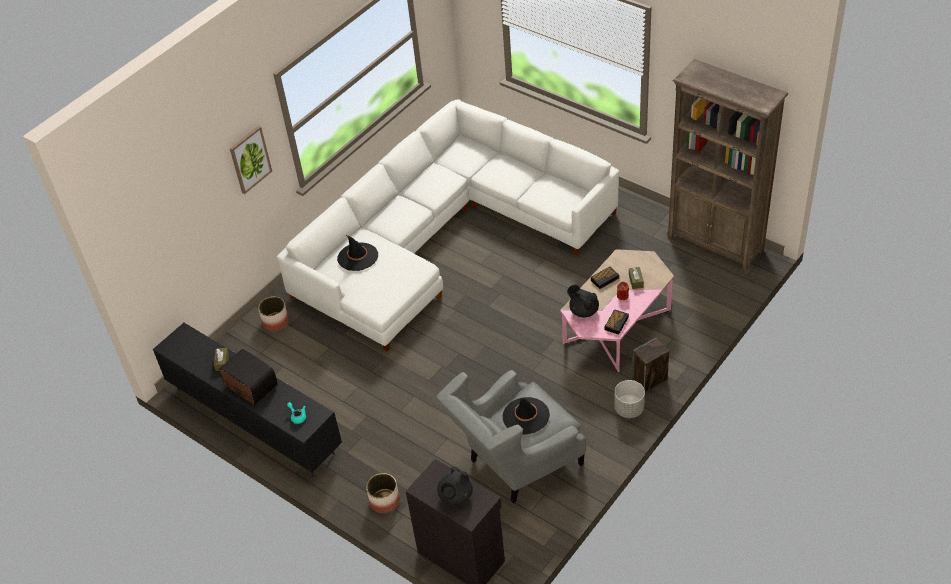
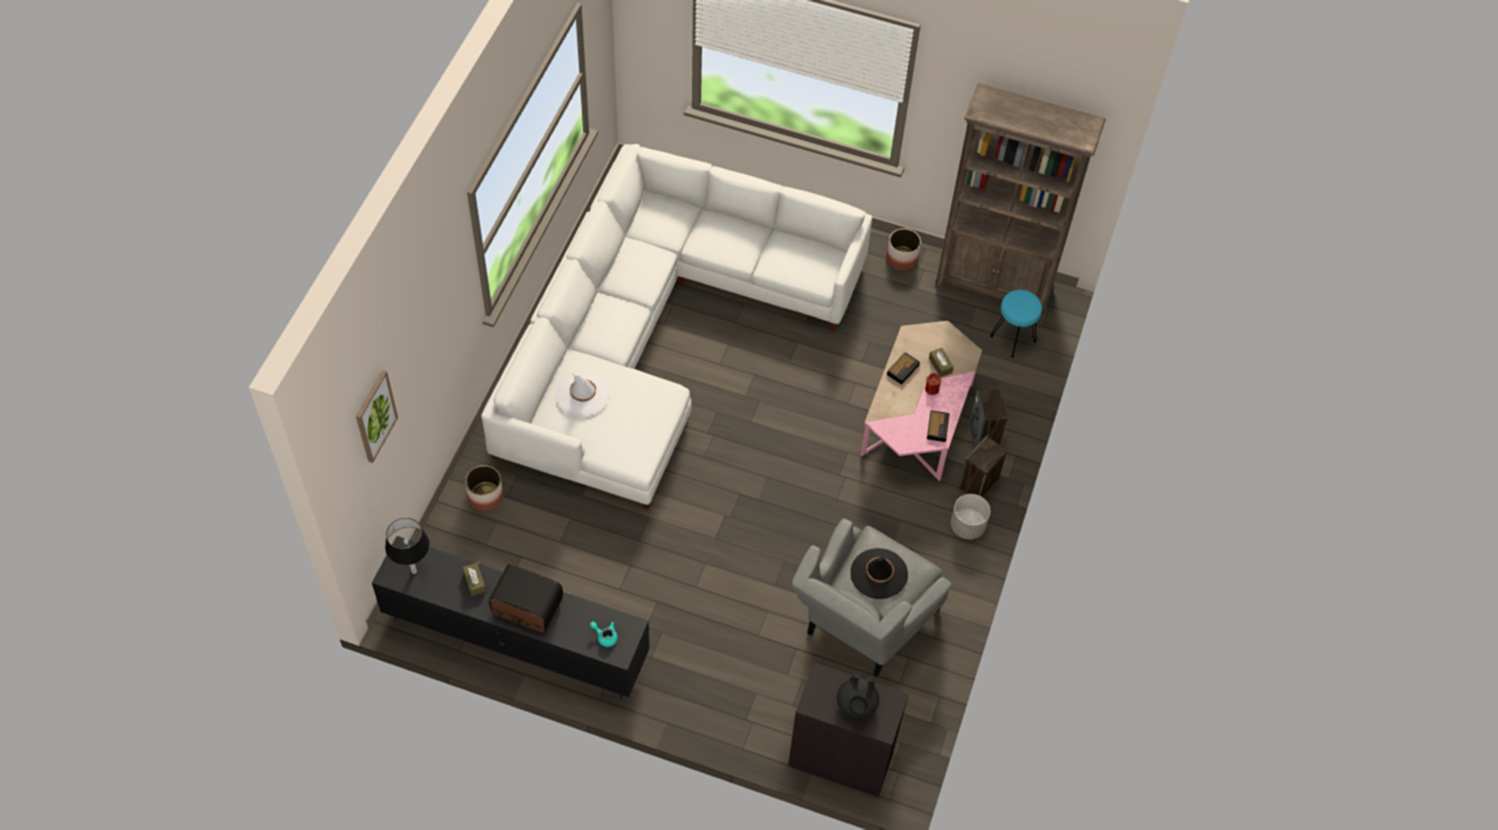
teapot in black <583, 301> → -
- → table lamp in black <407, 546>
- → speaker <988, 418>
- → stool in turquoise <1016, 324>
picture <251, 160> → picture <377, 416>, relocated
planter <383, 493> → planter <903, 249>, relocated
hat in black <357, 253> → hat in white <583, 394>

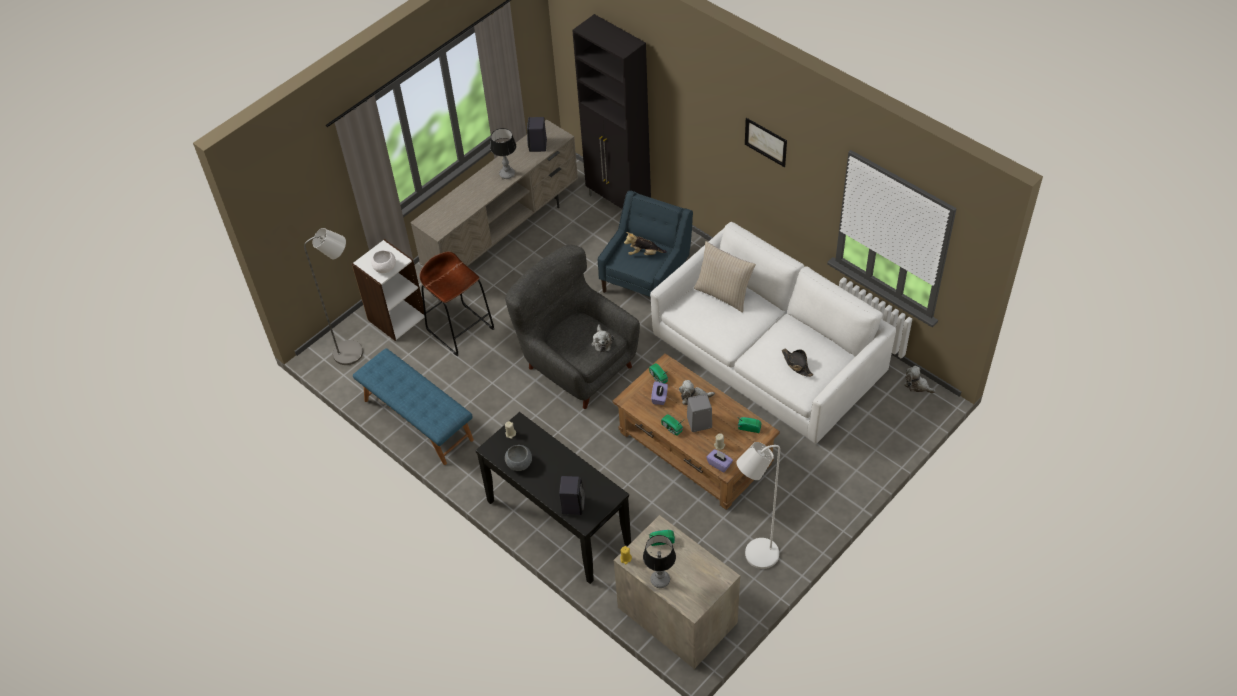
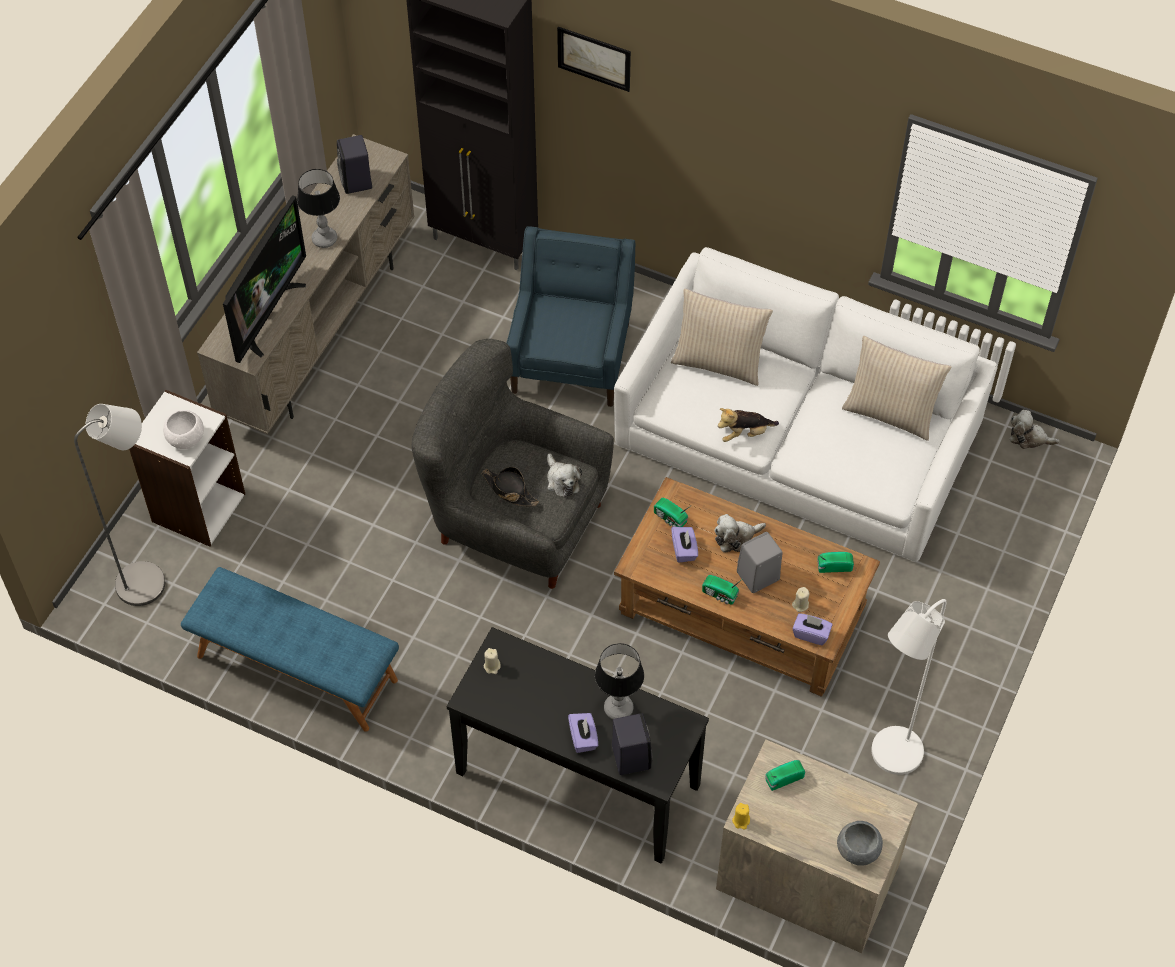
stool in brown <457, 304> → -
- → television <264, 279>
- → tissue box in purple <583, 733>
- → pillow in beige <896, 388>
bowl in grey <518, 458> → bowl in grey <860, 843>, relocated
plush toy <645, 243> → plush toy <748, 425>, relocated
table lamp <659, 561> → table lamp <619, 681>, relocated
picture <766, 142> → picture <594, 59>, relocated
hat in black <798, 362> → hat in black <510, 487>, relocated

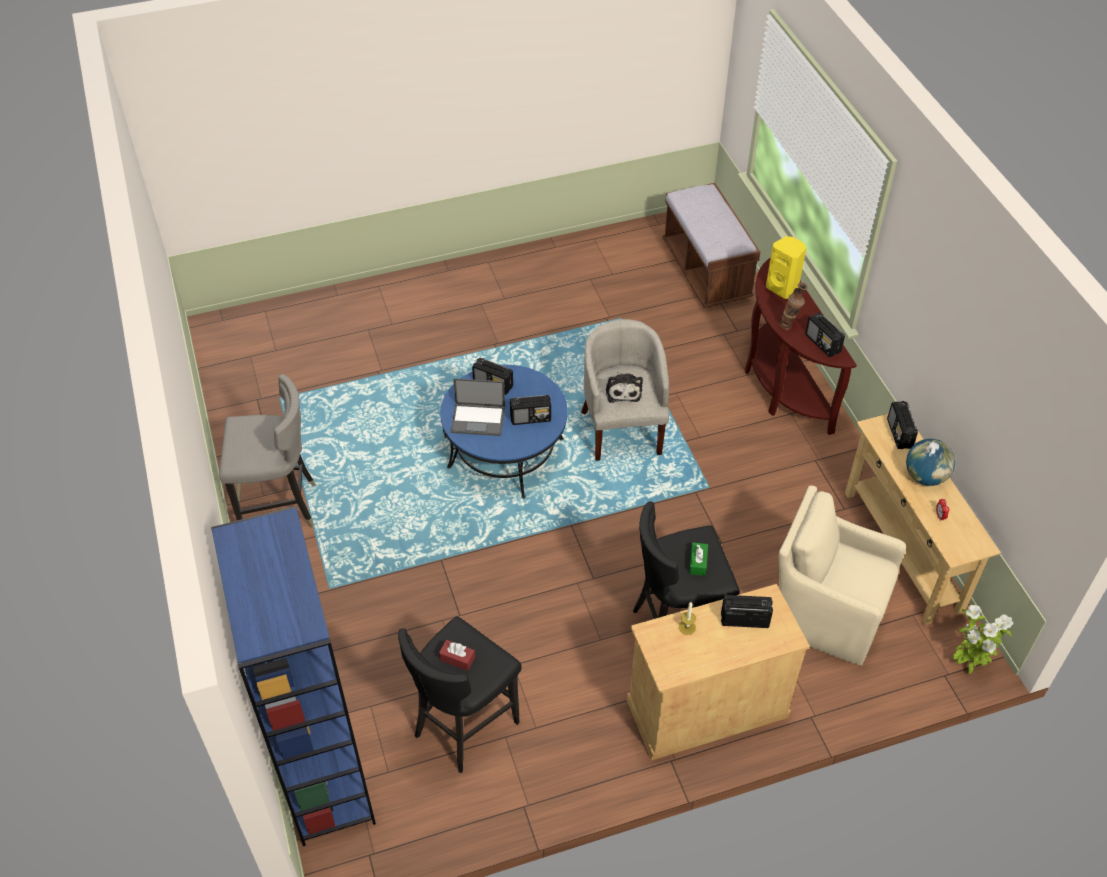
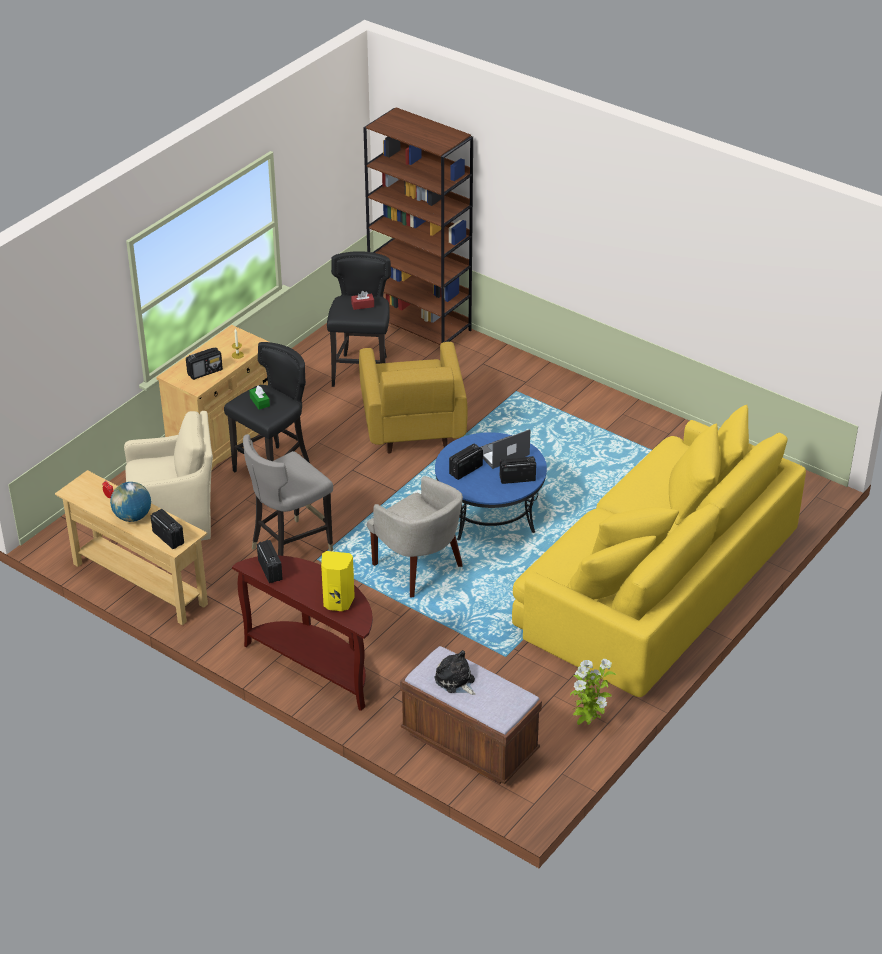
vase <793, 306> → -
- → armchair in yellow <413, 398>
- → sofa in yellow <659, 551>
stool in grey <267, 451> → stool in grey <288, 495>, relocated
plush toy <624, 387> → plush toy <455, 672>, relocated
potted plant <983, 639> → potted plant <593, 692>, relocated
bookcase in blue <293, 676> → bookcase in brown <418, 226>
radio <825, 335> → radio <270, 561>, 45 degrees clockwise

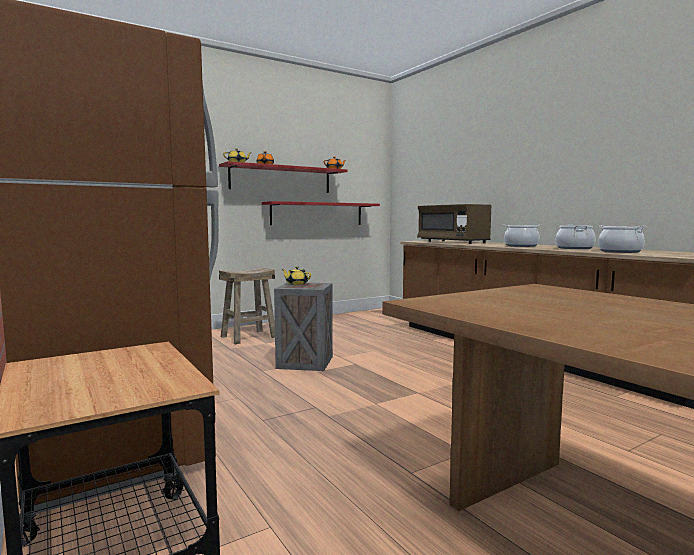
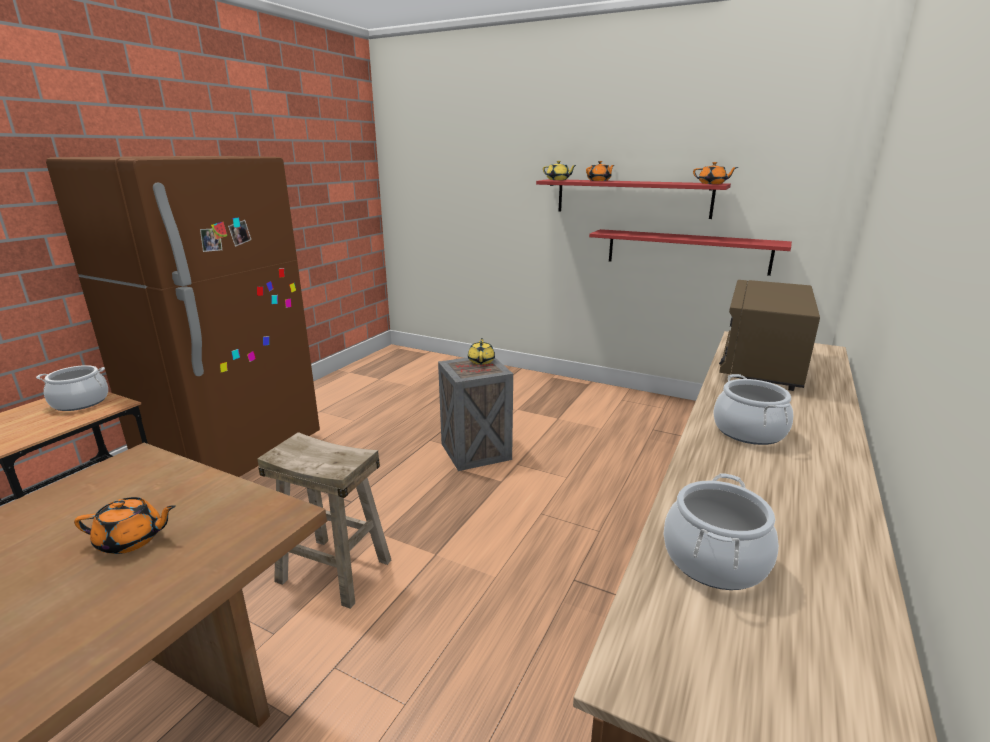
- → teapot in orange <125, 525>
stool in beige <247, 306> → stool in beige <324, 520>, relocated
cooking pot <576, 237> → cooking pot <72, 388>, relocated

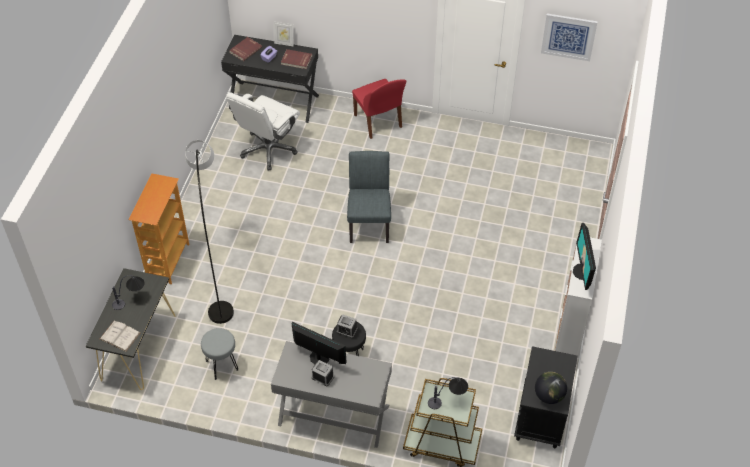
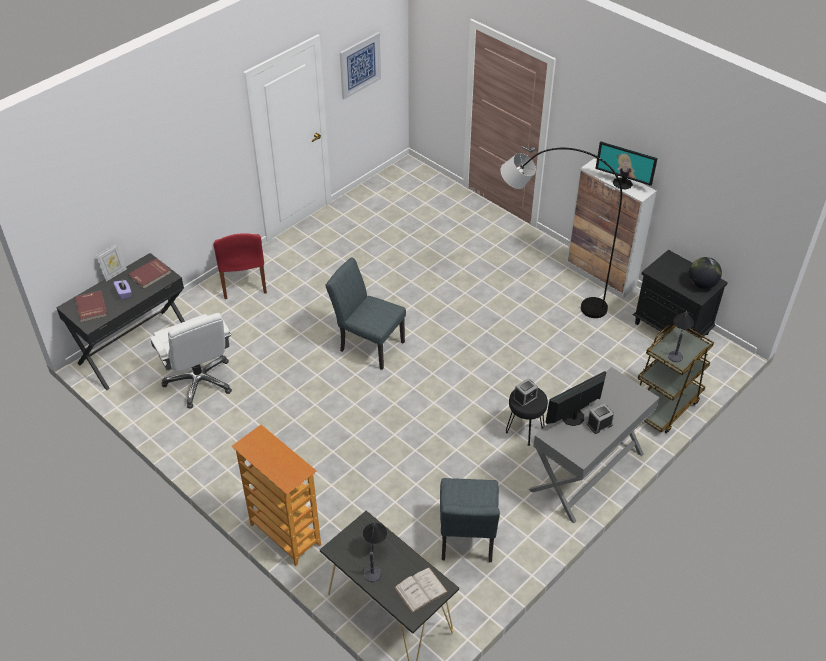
floor lamp in grey <209, 232> → floor lamp in grey <561, 233>, relocated
stool in grey <219, 354> → chair in grey <470, 520>
chair in red <379, 109> → chair in red <240, 266>, 75 degrees clockwise

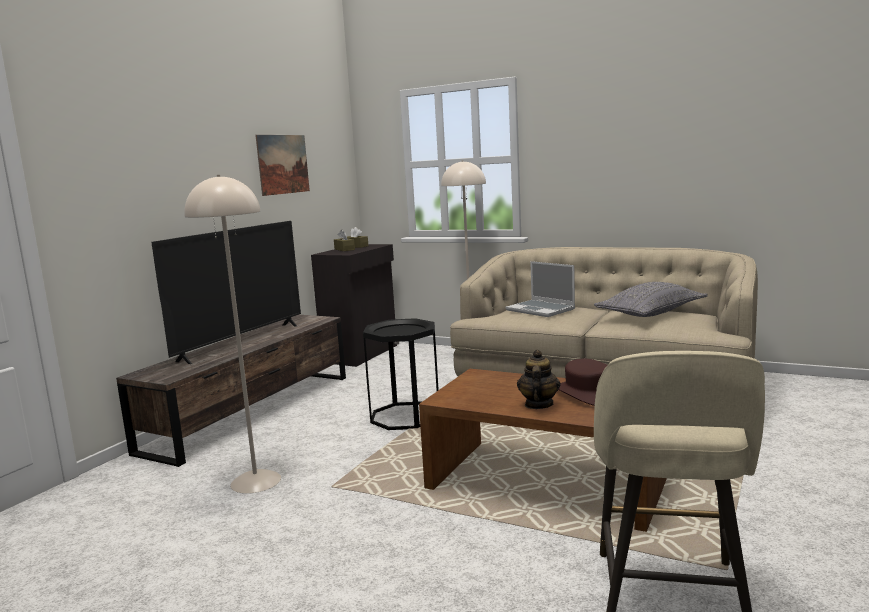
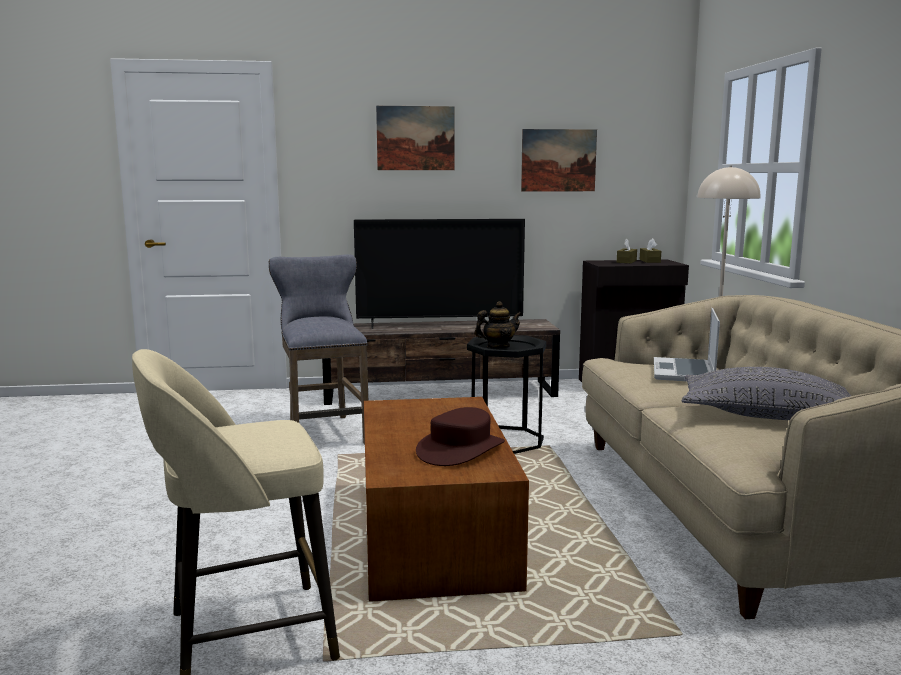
- → picture <415, 138>
teapot <539, 379> → teapot <498, 324>, relocated
floor lamp in beige <232, 334> → stool in grey <318, 349>

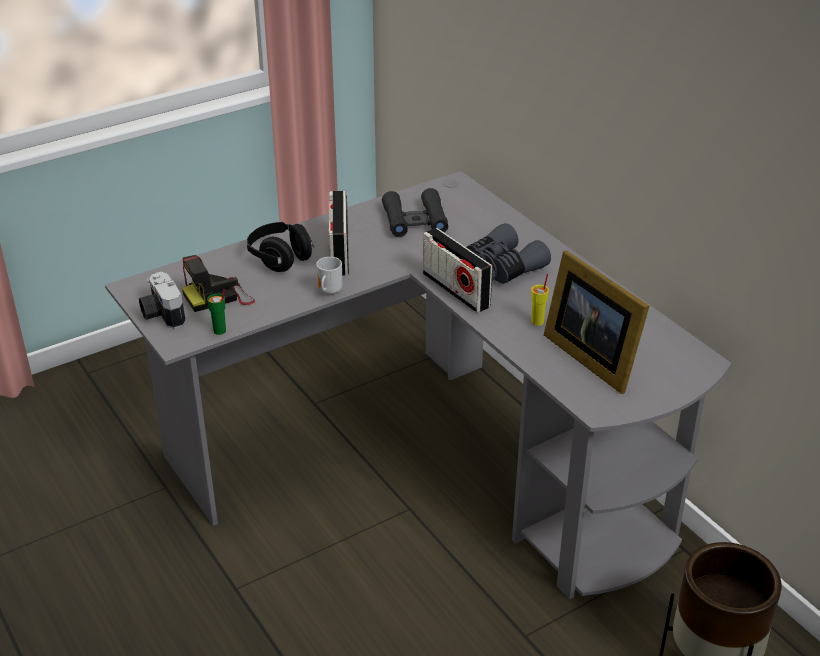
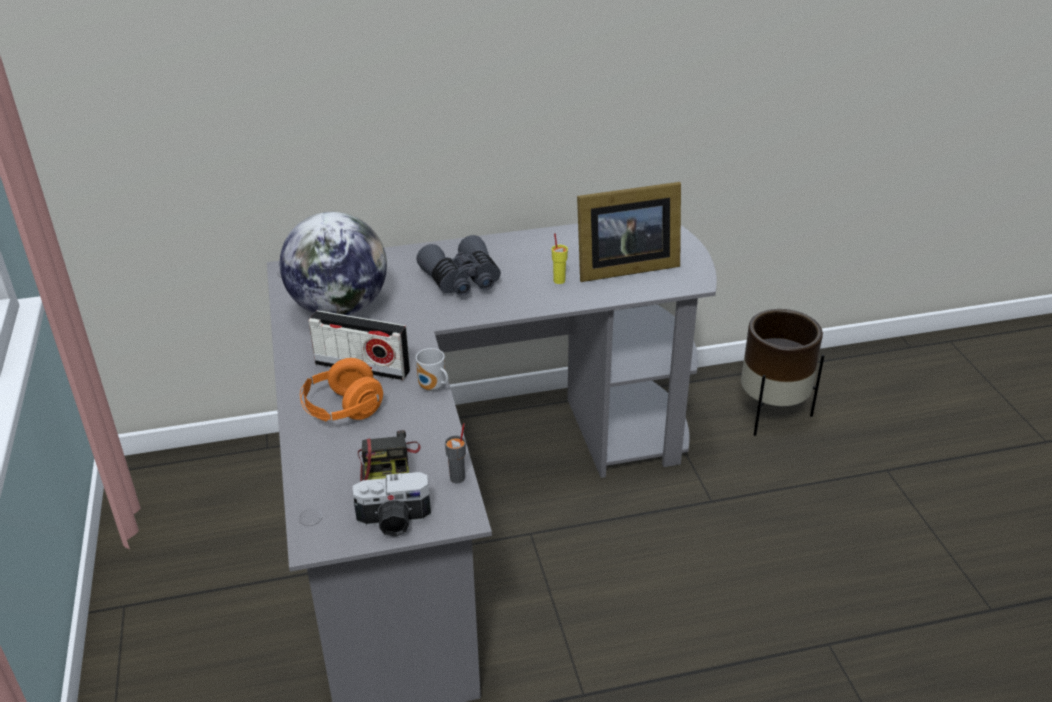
radio <457, 270> → -
binoculars in black <415, 212> → globe <333, 263>
cup in green <216, 312> → cup in grey <455, 453>
headphones in black <280, 247> → headphones in orange <341, 389>

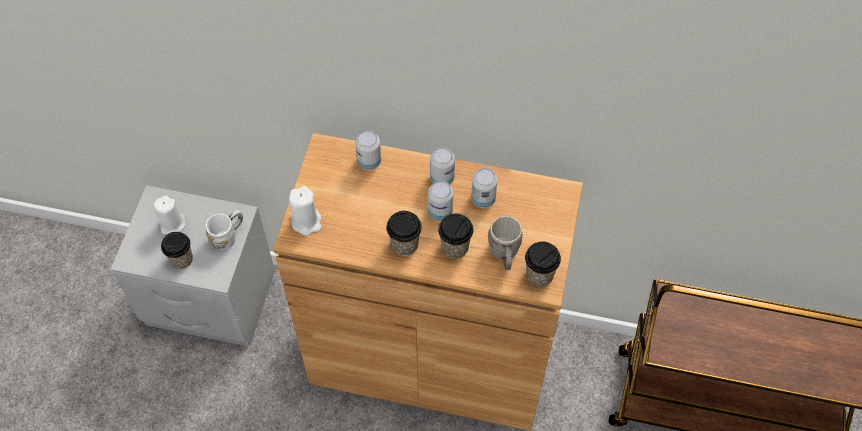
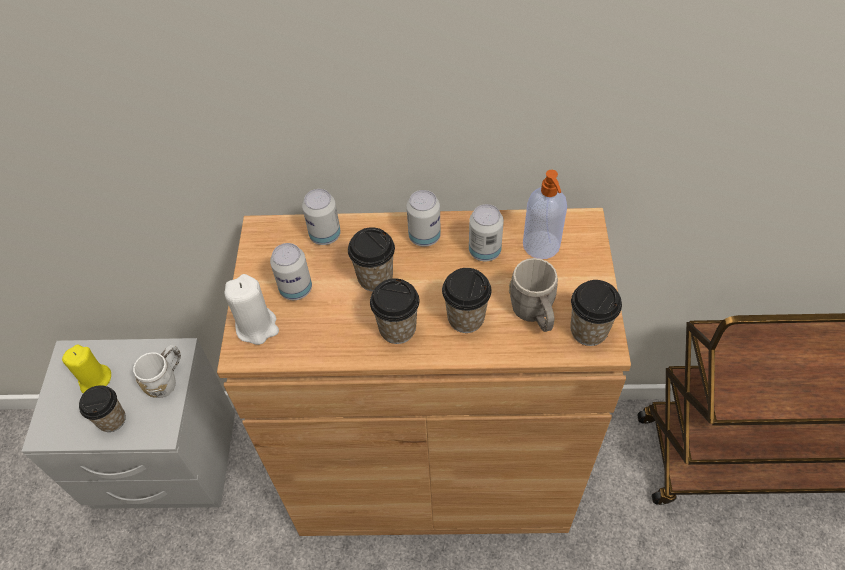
- → cup <371, 259>
- → soap dispenser <545, 214>
can <440, 201> → can <291, 271>, relocated
candle in white <169, 214> → candle in yellow <86, 369>

